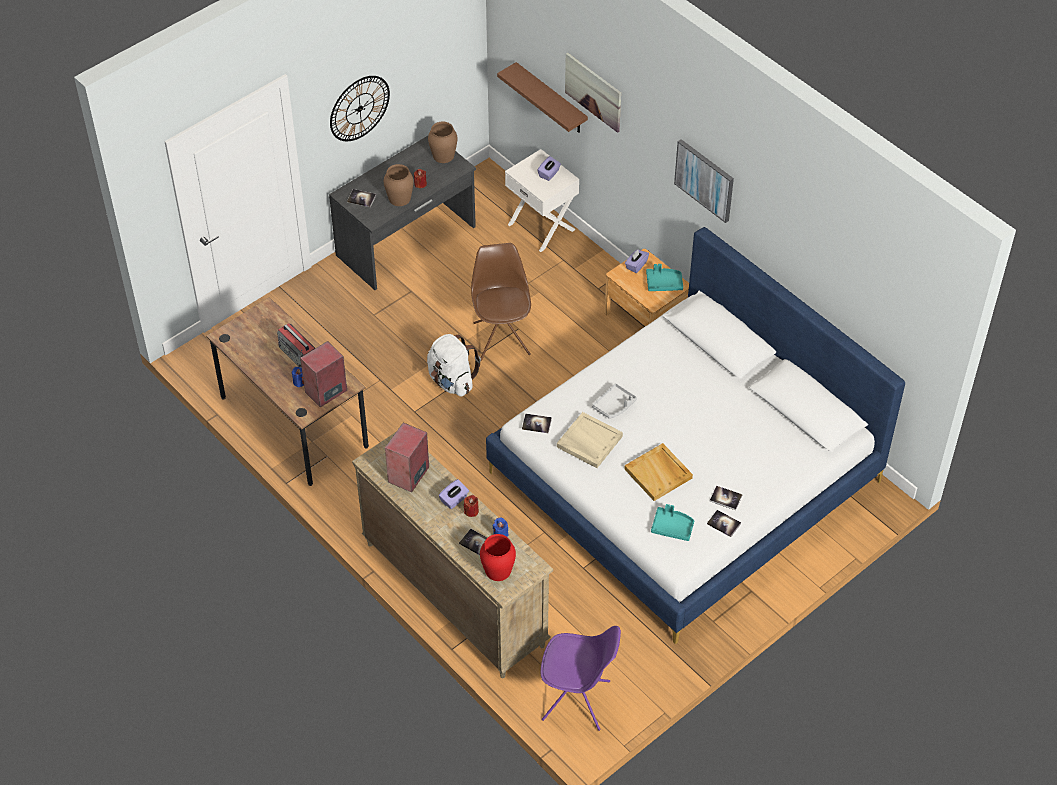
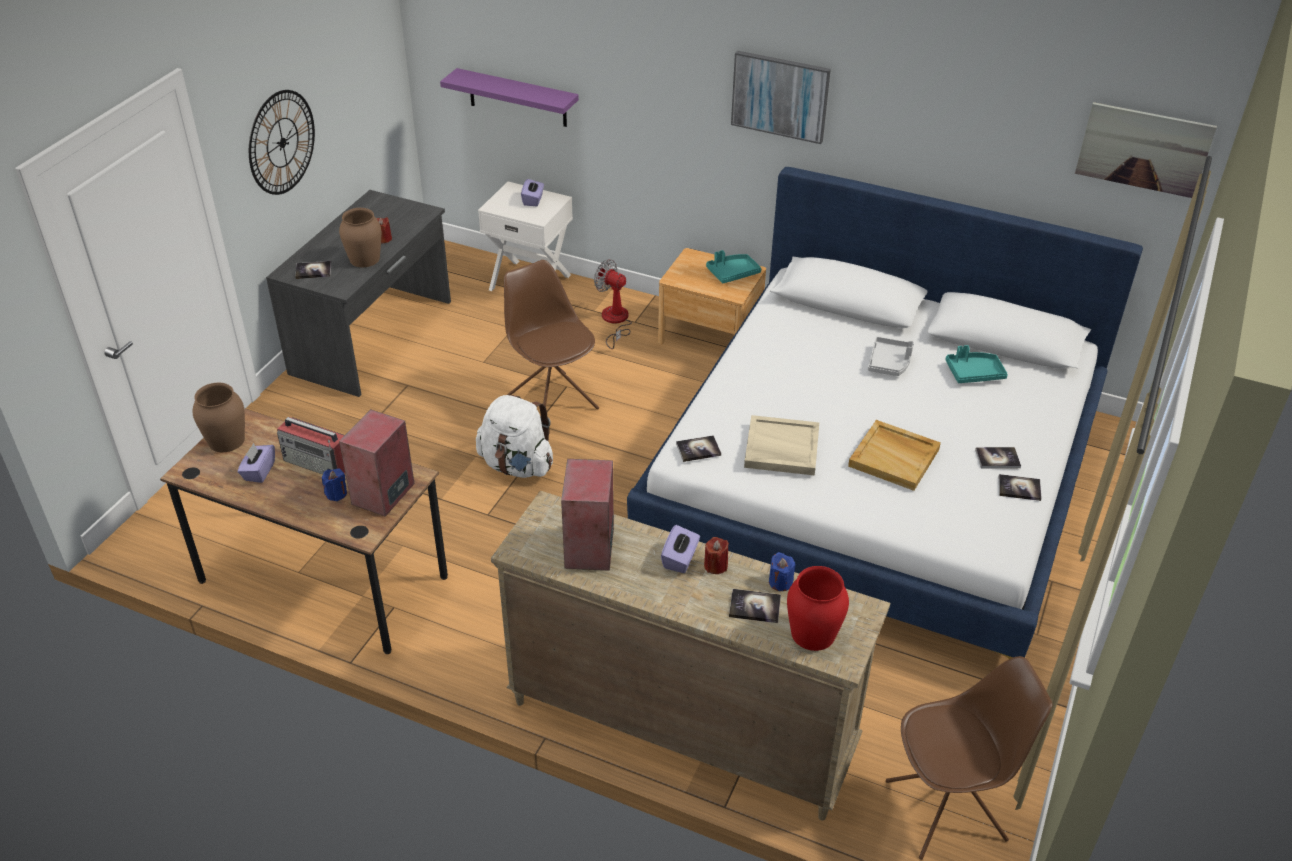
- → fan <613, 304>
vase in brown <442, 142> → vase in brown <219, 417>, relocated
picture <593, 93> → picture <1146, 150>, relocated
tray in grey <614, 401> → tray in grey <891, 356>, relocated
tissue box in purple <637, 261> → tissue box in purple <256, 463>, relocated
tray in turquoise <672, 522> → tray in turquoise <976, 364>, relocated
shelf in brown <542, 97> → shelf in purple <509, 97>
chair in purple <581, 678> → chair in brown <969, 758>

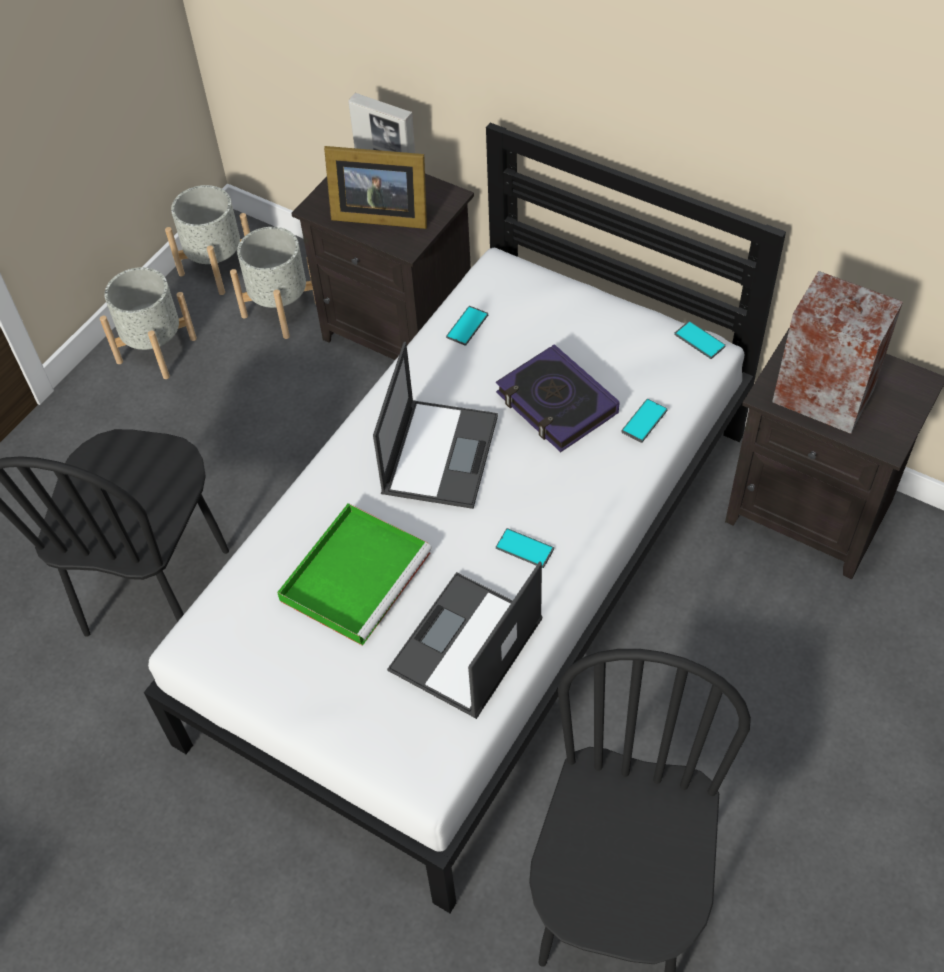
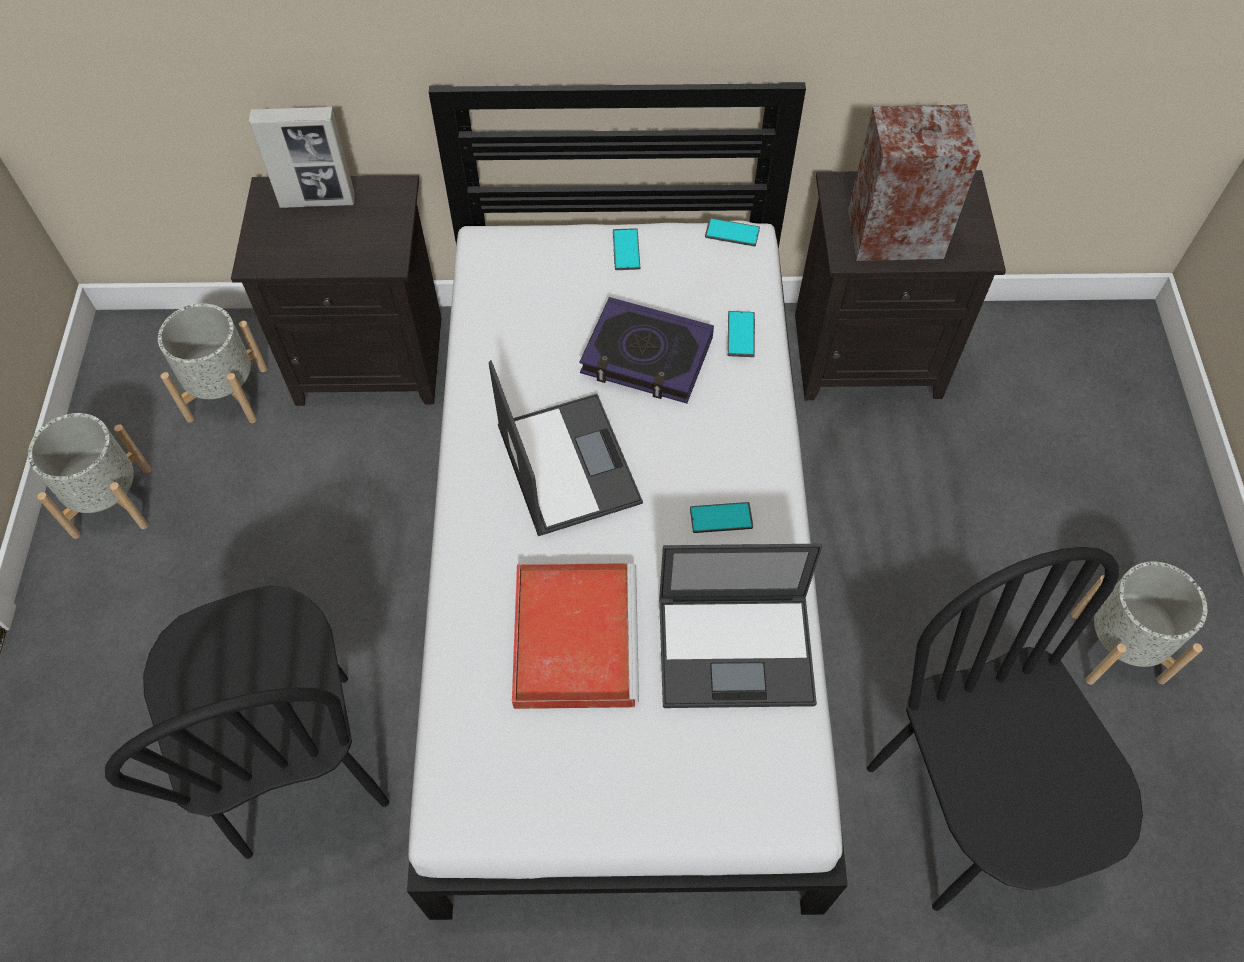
picture frame <375, 187> → -
planter in grey <207, 240> → planter in grey <1139, 623>, relocated
phone <467, 326> → phone <626, 249>, relocated
tray in green <354, 574> → tray in red <575, 636>
laptop <464, 640> → laptop <740, 626>, 90 degrees counterclockwise

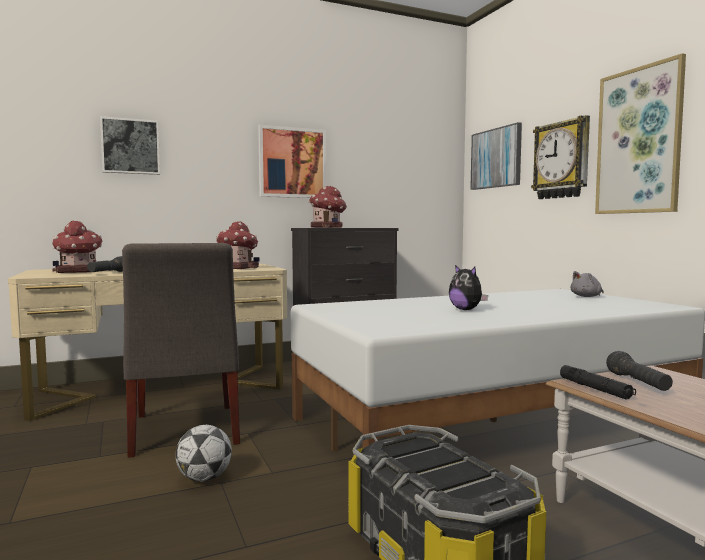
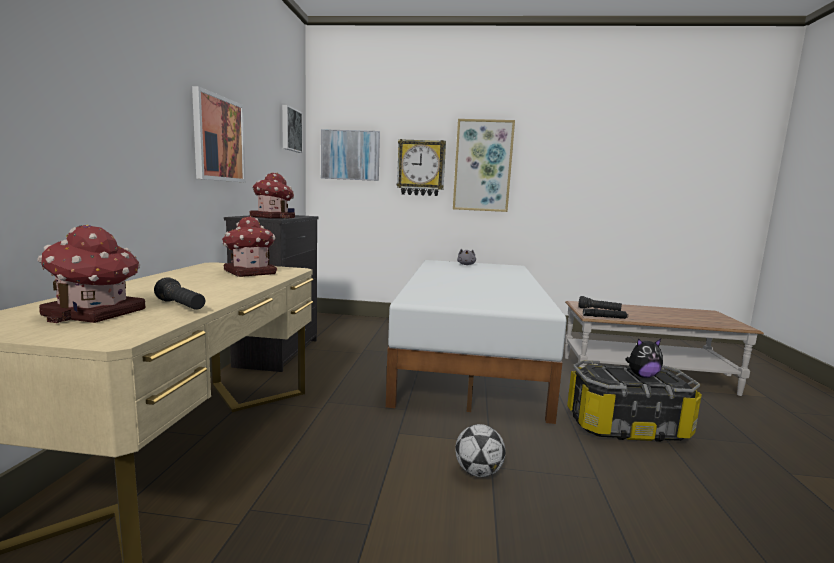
chair in grey <181, 350> → -
picture <130, 145> → picture <292, 129>, relocated
plush toy <468, 287> → plush toy <644, 358>, relocated

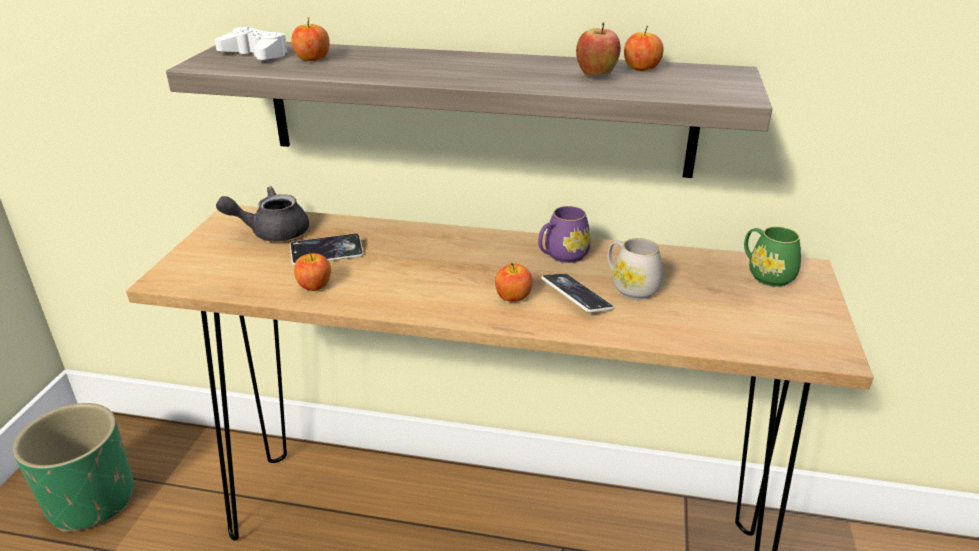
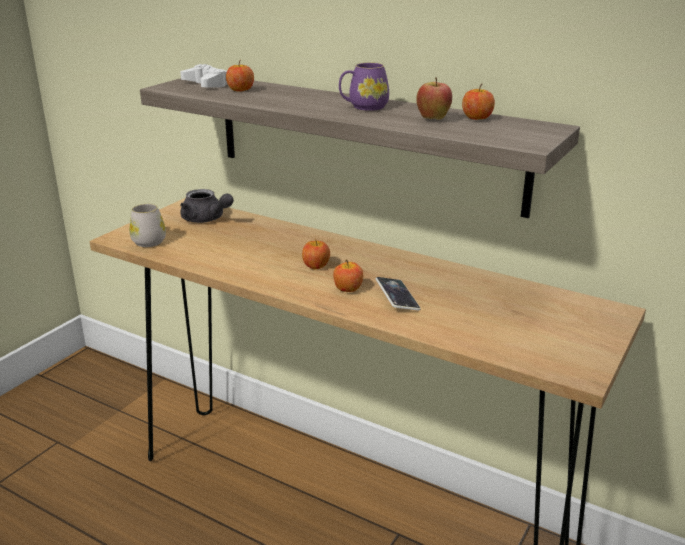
planter in green <73, 467> → -
phone <327, 249> → -
mug in green <772, 256> → -
apple <312, 272> → apple <316, 254>, relocated
mug in purple <564, 234> → mug in purple <364, 87>, relocated
mug in white <635, 269> → mug in white <147, 225>, relocated
teapot in grey <262, 214> → teapot in grey <207, 206>, 150 degrees counterclockwise

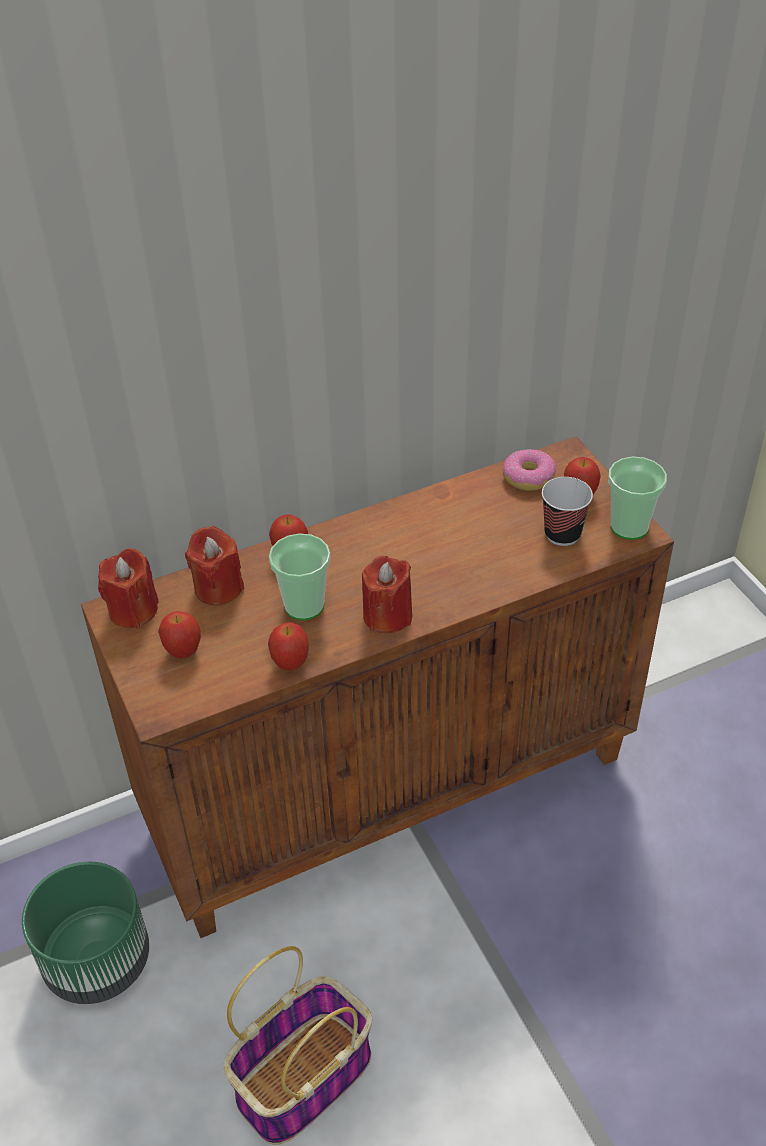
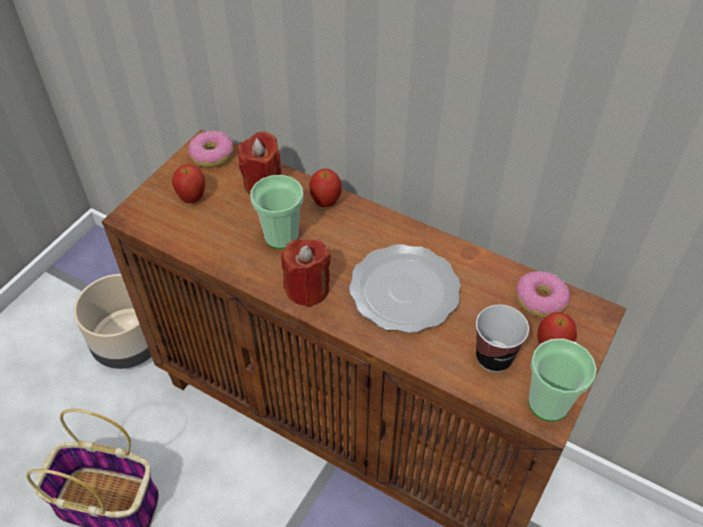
apple <288, 647> → -
- → plate <405, 288>
candle in red <128, 588> → donut <210, 149>
planter in green <85, 933> → planter in beige <113, 321>

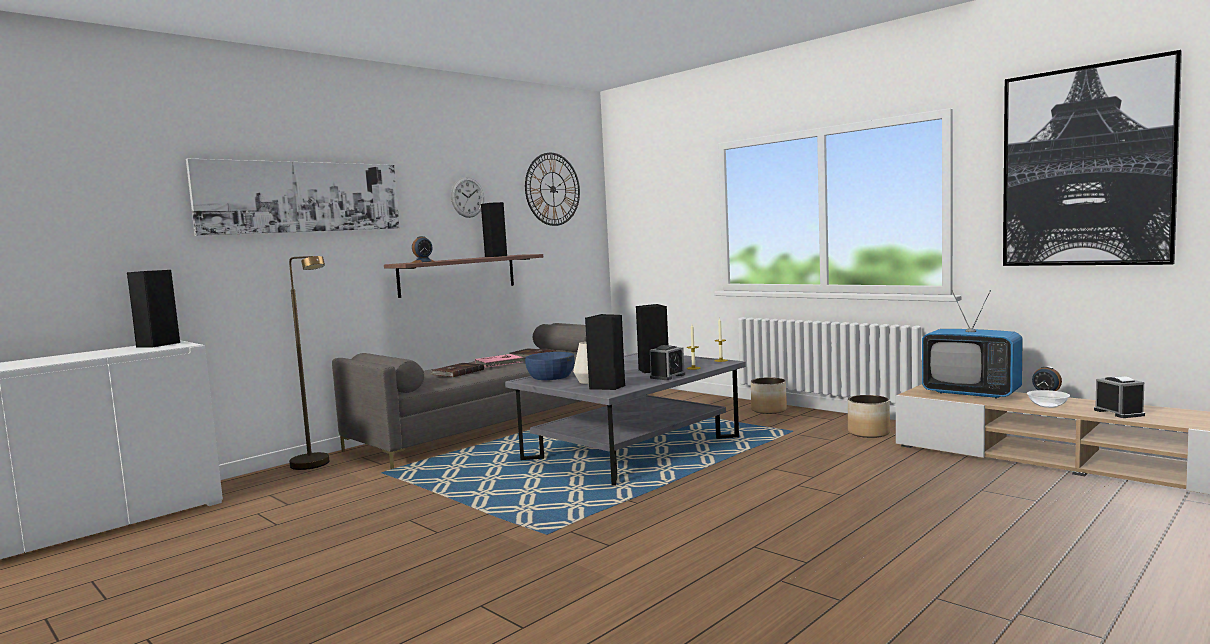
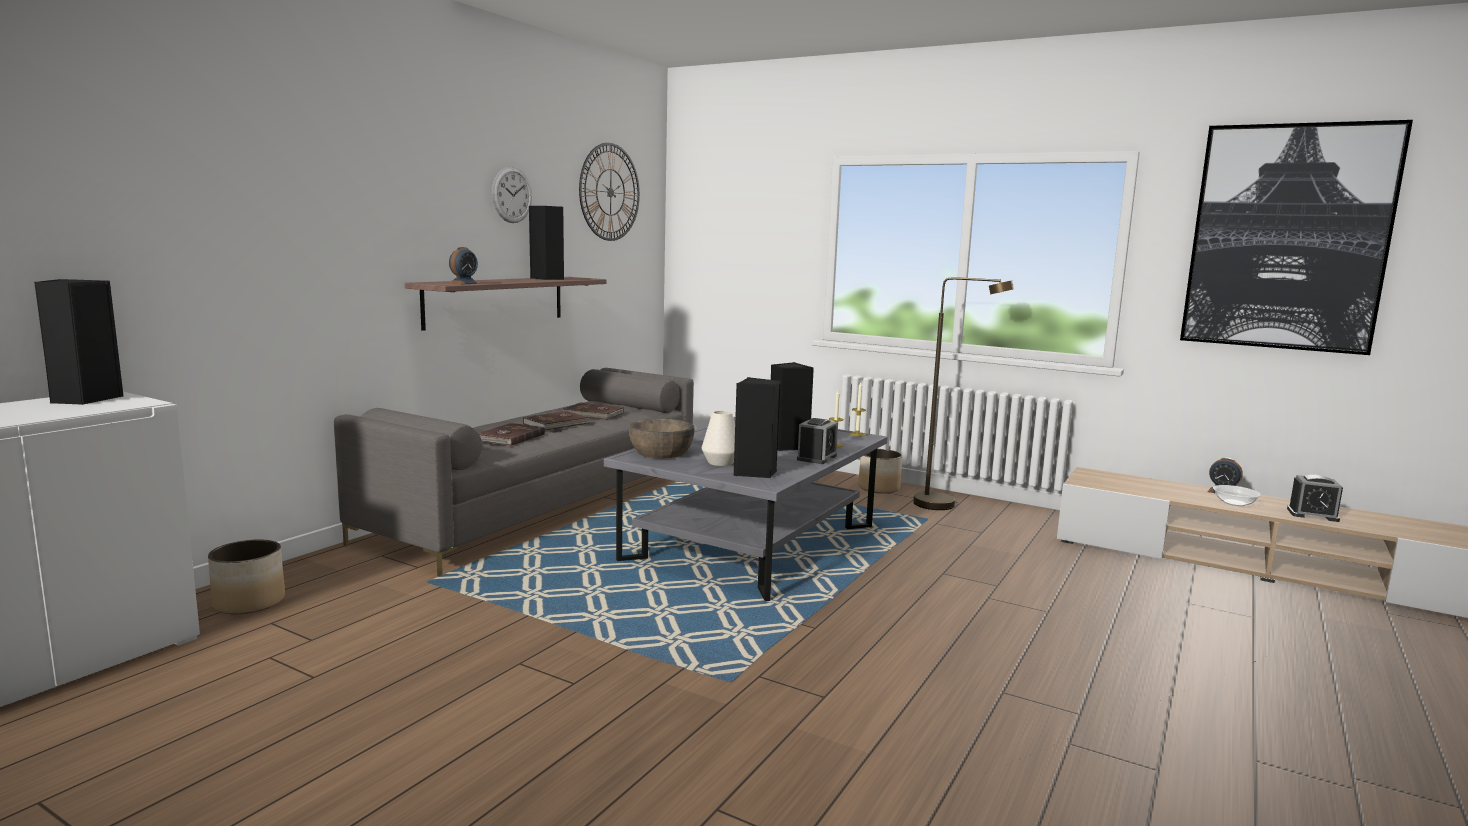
picture <292, 197> → -
television <972, 344> → -
floor lamp in brown <309, 363> → floor lamp in brown <963, 393>, relocated
planter <869, 416> → planter <246, 576>, relocated
book in pink <499, 361> → book in brown <556, 420>
bowl in blue <550, 366> → bowl in brown <662, 438>
alarm clock <1119, 397> → alarm clock <1315, 498>, 135 degrees clockwise

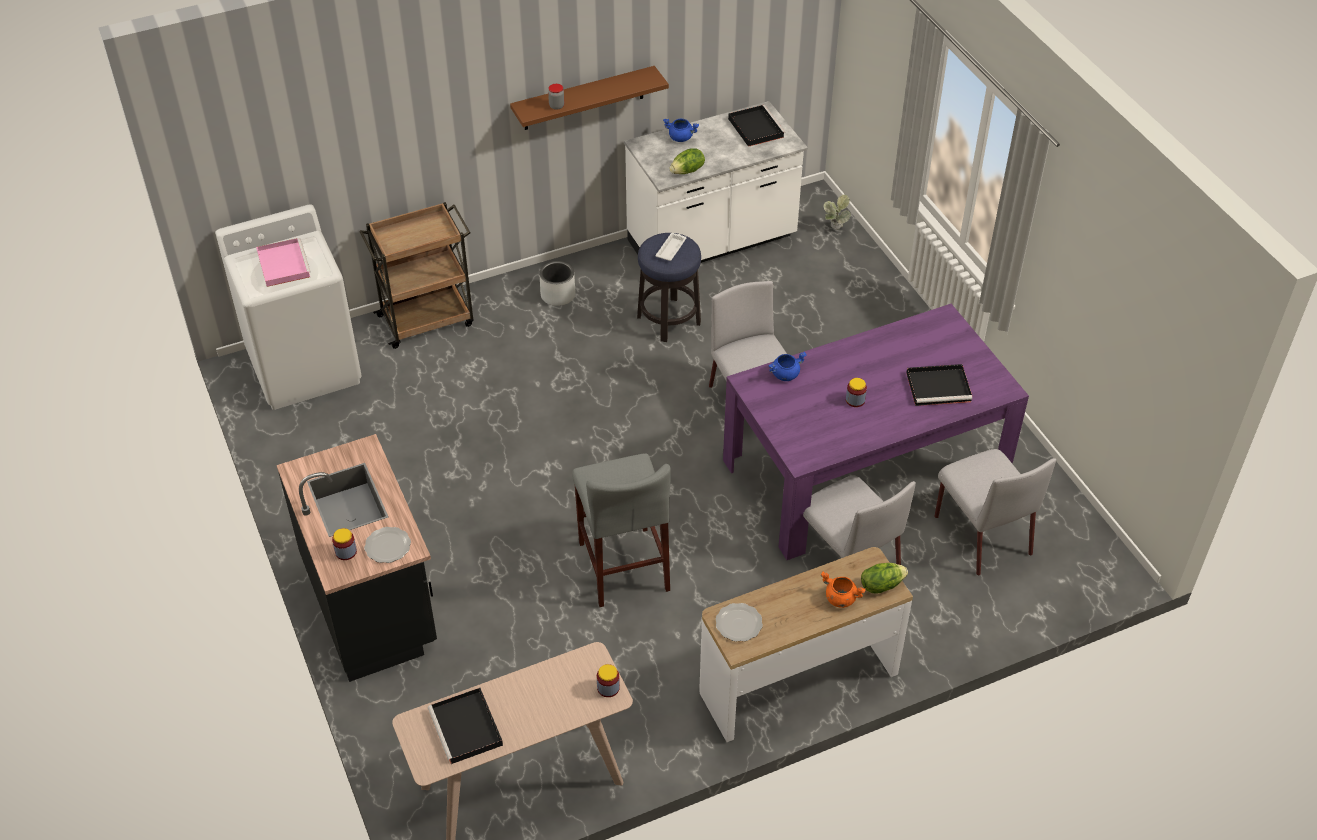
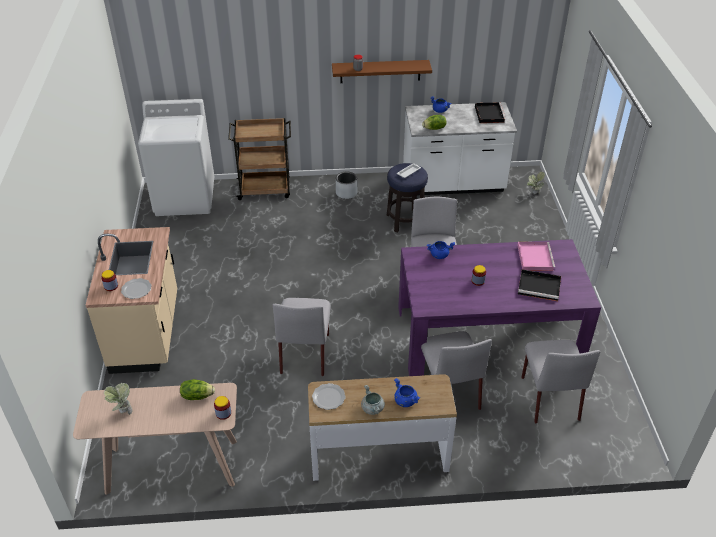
- → cooking pot in grey <373, 400>
tray in pink <283, 262> → tray in pink <536, 256>, relocated
lettuce <884, 578> → lettuce <197, 389>, relocated
tray in black <465, 726> → potted plant <118, 399>
stool in grey <621, 530> → chair in grey <302, 337>
counter in black <357, 558> → counter in beige <131, 300>
cooking pot in orange <843, 590> → cooking pot in blue <407, 392>

